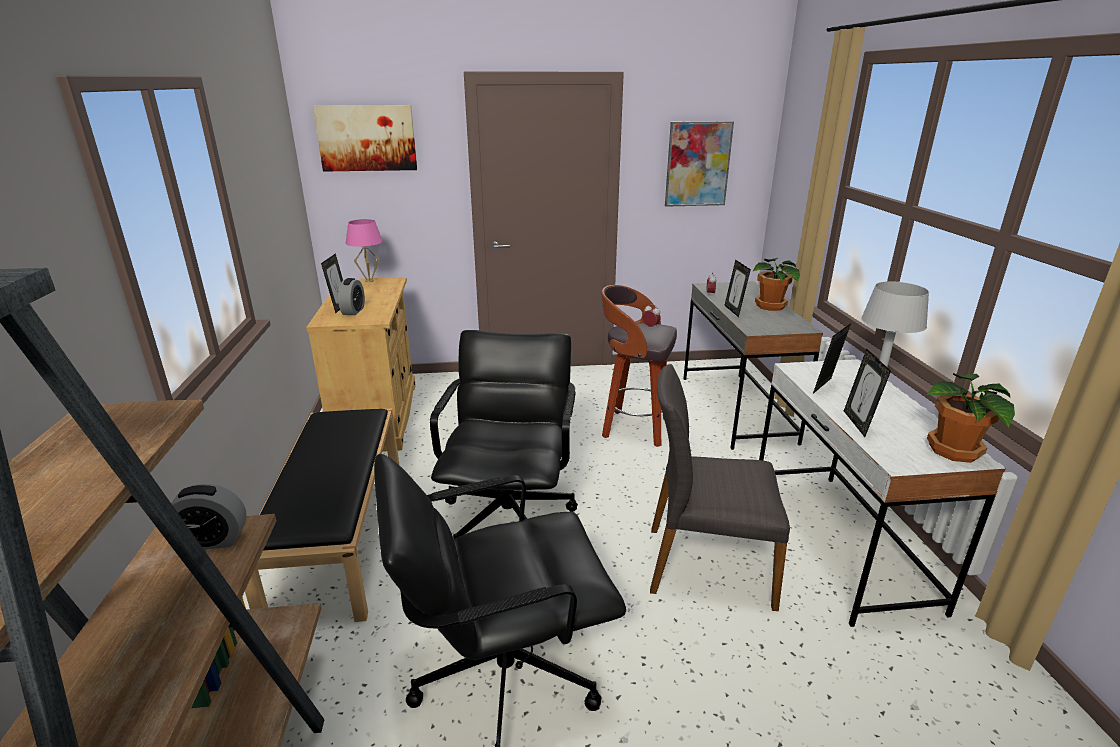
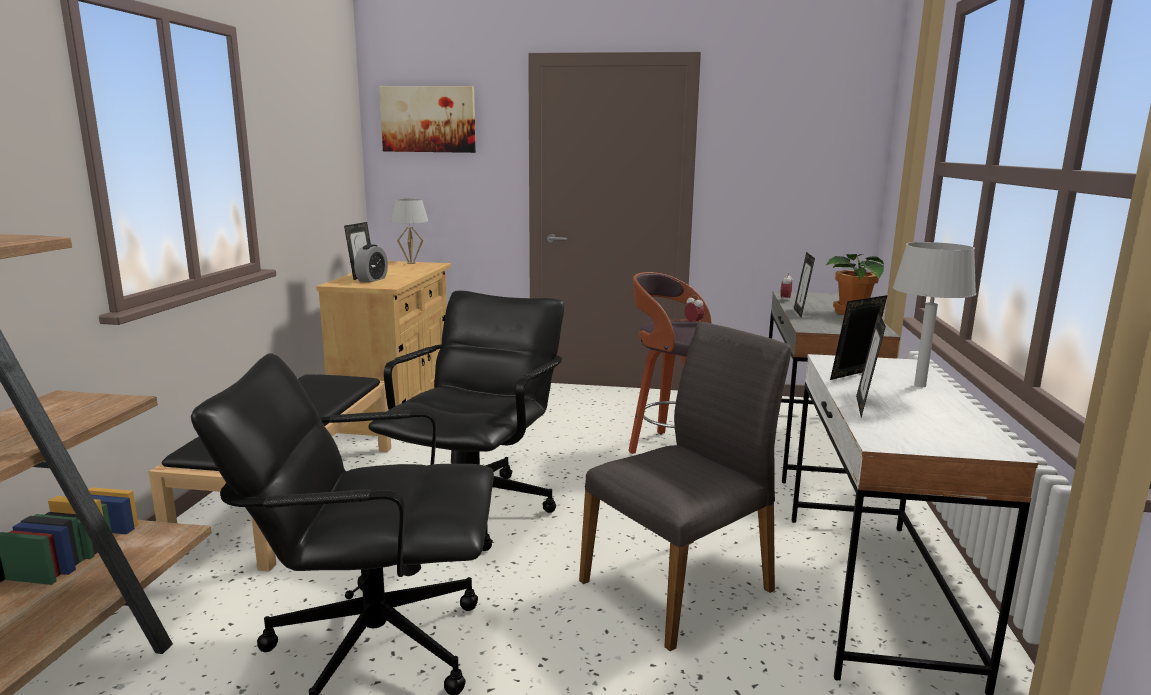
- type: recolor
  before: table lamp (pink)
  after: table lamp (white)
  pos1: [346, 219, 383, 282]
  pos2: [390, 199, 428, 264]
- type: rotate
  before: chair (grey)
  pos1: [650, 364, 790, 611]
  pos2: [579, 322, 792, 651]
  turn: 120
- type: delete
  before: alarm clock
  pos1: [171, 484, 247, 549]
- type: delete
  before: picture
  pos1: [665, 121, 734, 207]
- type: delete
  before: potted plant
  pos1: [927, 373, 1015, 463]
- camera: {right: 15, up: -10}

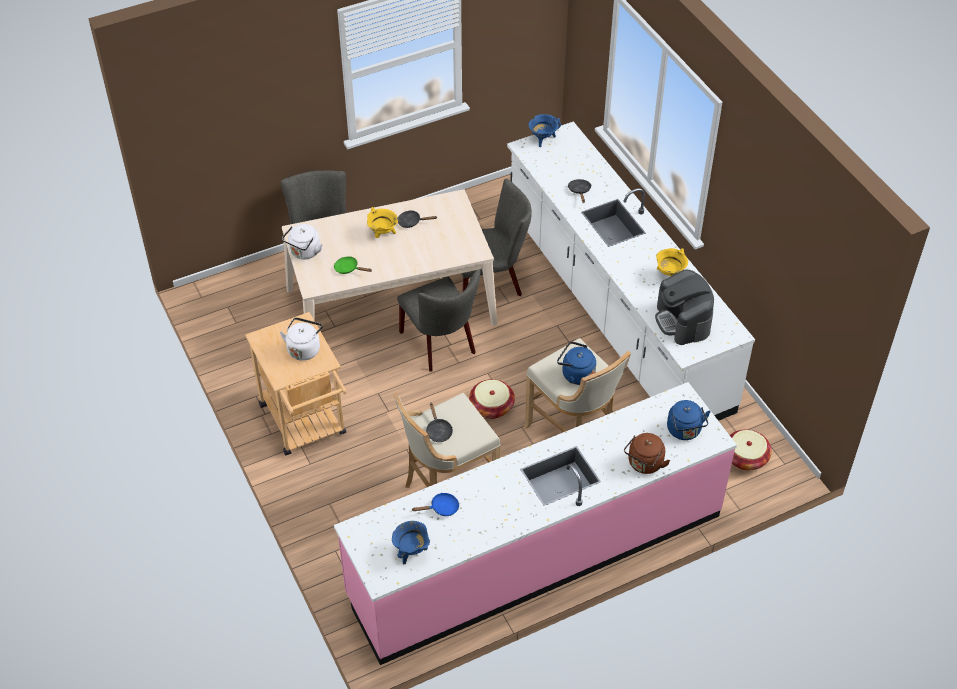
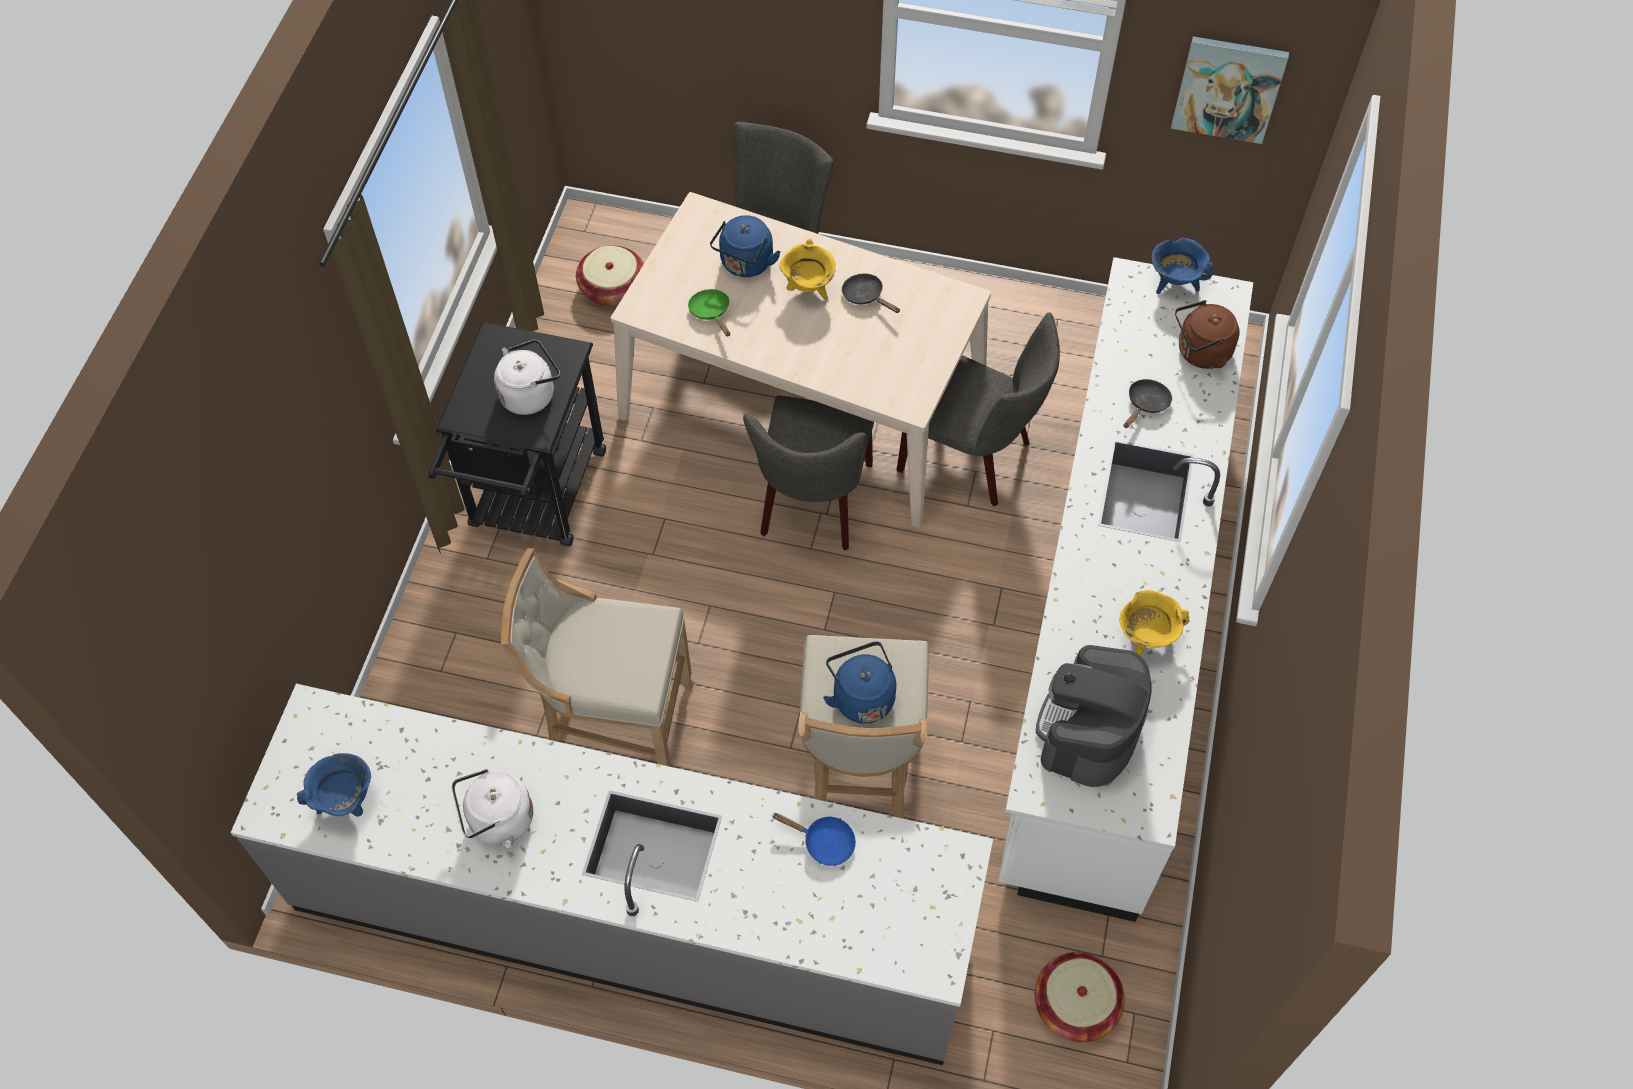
- type: recolor
  before: counter (pink)
  after: counter (grey)
  pos1: [334, 382, 737, 665]
  pos2: [231, 684, 993, 1065]
- type: recolor
  before: cart (beige)
  after: cart (black)
  pos1: [245, 312, 347, 455]
  pos2: [428, 322, 606, 547]
- type: move
  before: kettle (white)
  pos1: [282, 224, 322, 259]
  pos2: [452, 769, 533, 848]
- type: move
  before: basket
  pos1: [469, 379, 515, 419]
  pos2: [576, 245, 644, 306]
- type: move
  before: kettle (blue)
  pos1: [667, 400, 711, 440]
  pos2: [710, 215, 781, 277]
- type: move
  before: frying pan (blue)
  pos1: [411, 493, 459, 516]
  pos2: [773, 813, 856, 866]
- type: insert
  after: picture
  pos2: [1171, 36, 1289, 144]
- type: move
  before: kettle (brown)
  pos1: [624, 433, 670, 474]
  pos2: [1175, 300, 1239, 369]
- type: delete
  before: frying pan (black)
  pos1: [426, 403, 453, 442]
- camera: {right: 40, up: 10}

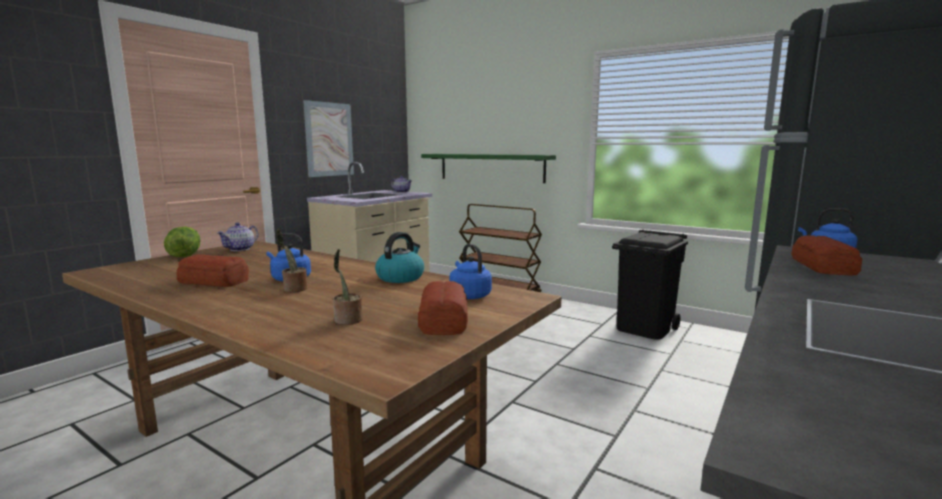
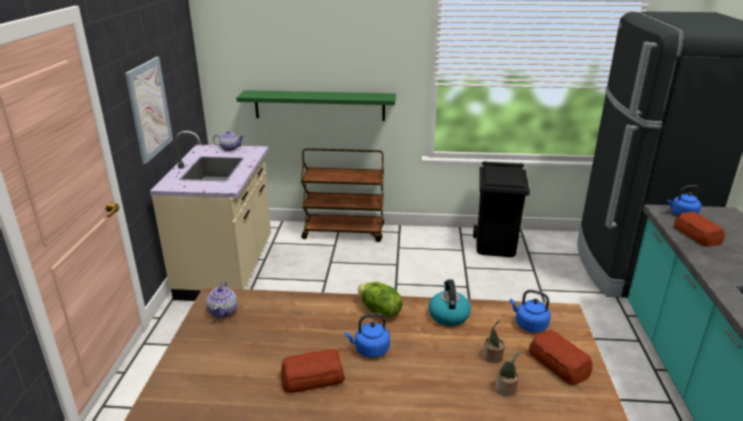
- type: move
  before: lettuce
  pos1: [164, 226, 201, 257]
  pos2: [358, 282, 403, 318]
- type: move
  before: potted plant
  pos1: [276, 229, 307, 292]
  pos2: [483, 320, 505, 363]
- camera: {right: -30, up: 15}

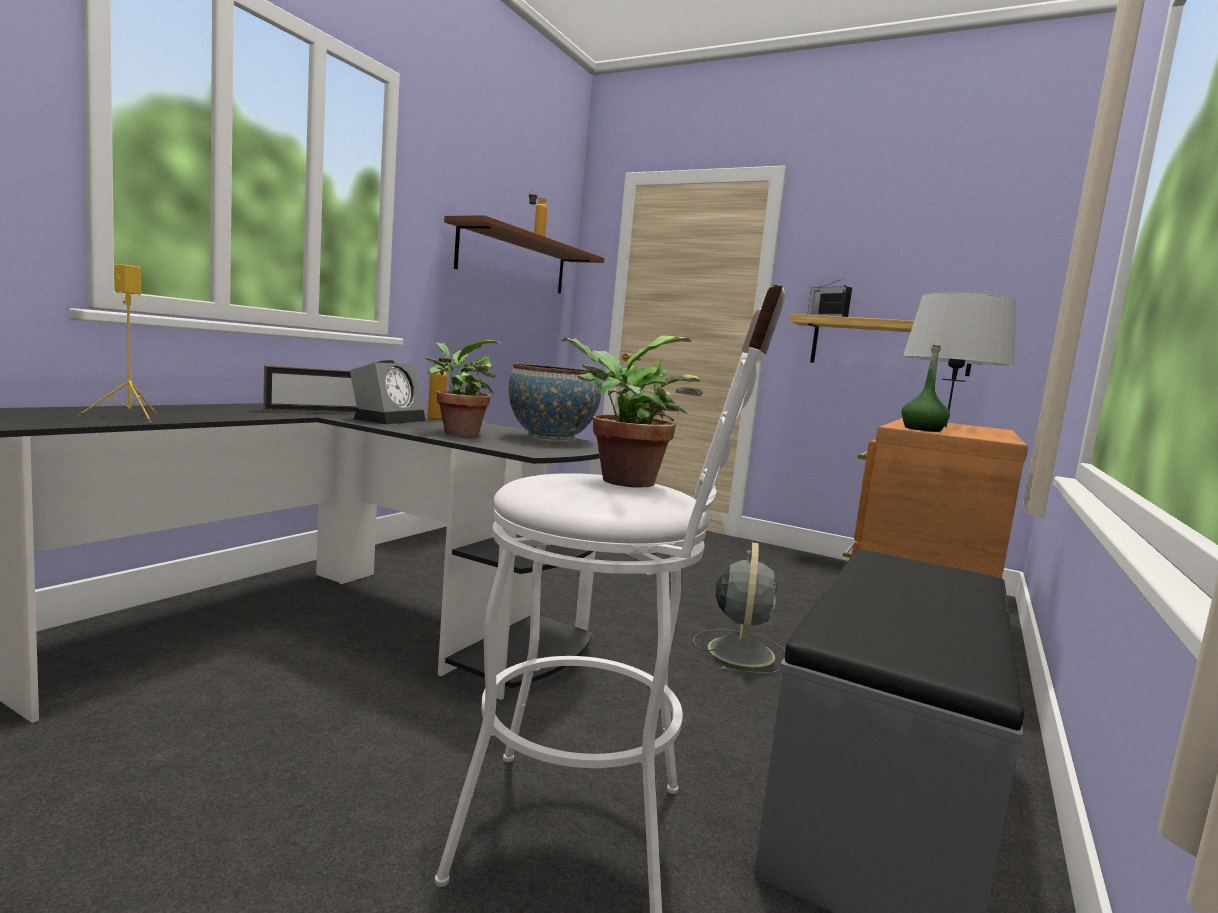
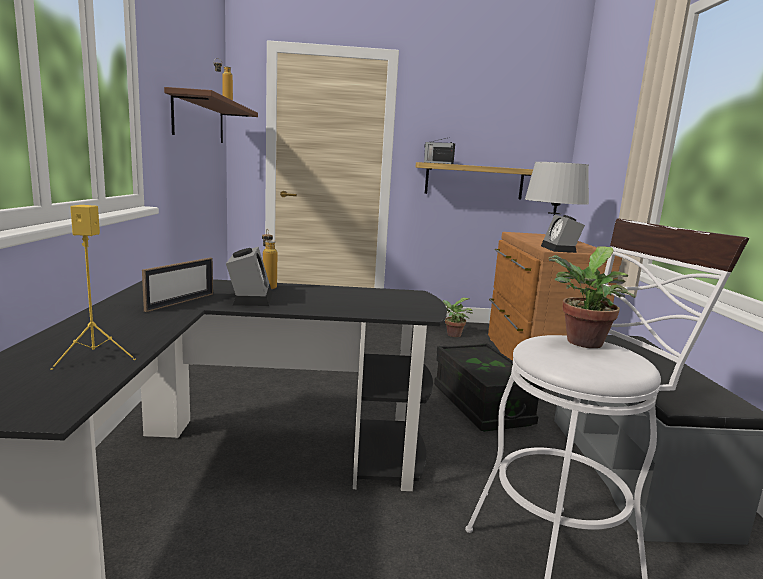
- type: replace
  before: fan (grey)
  after: storage box (black)
  pos1: [693, 542, 785, 674]
  pos2: [434, 343, 544, 432]
- type: move
  before: potted plant
  pos1: [425, 340, 501, 436]
  pos2: [442, 298, 473, 337]
- type: replace
  before: bottle (green)
  after: alarm clock
  pos1: [901, 344, 950, 432]
  pos2: [541, 215, 585, 253]
- type: delete
  before: bowl
  pos1: [509, 364, 601, 442]
- camera: {right: -30, up: 5}

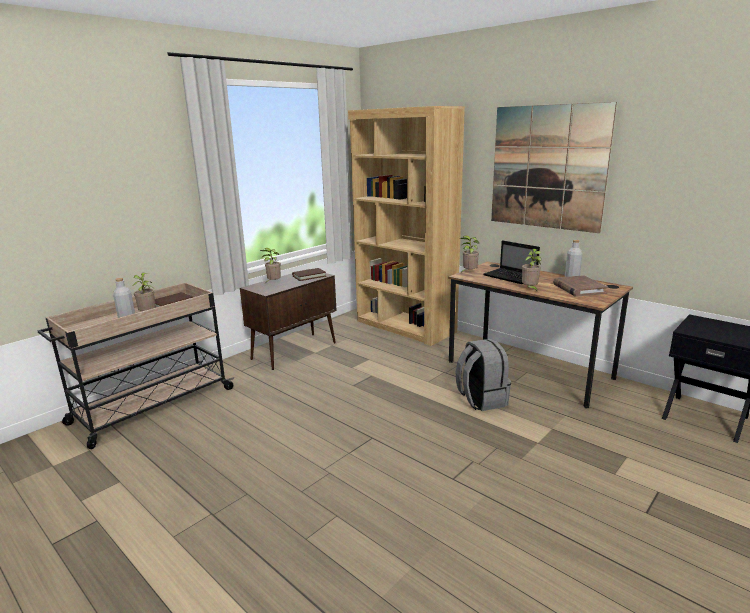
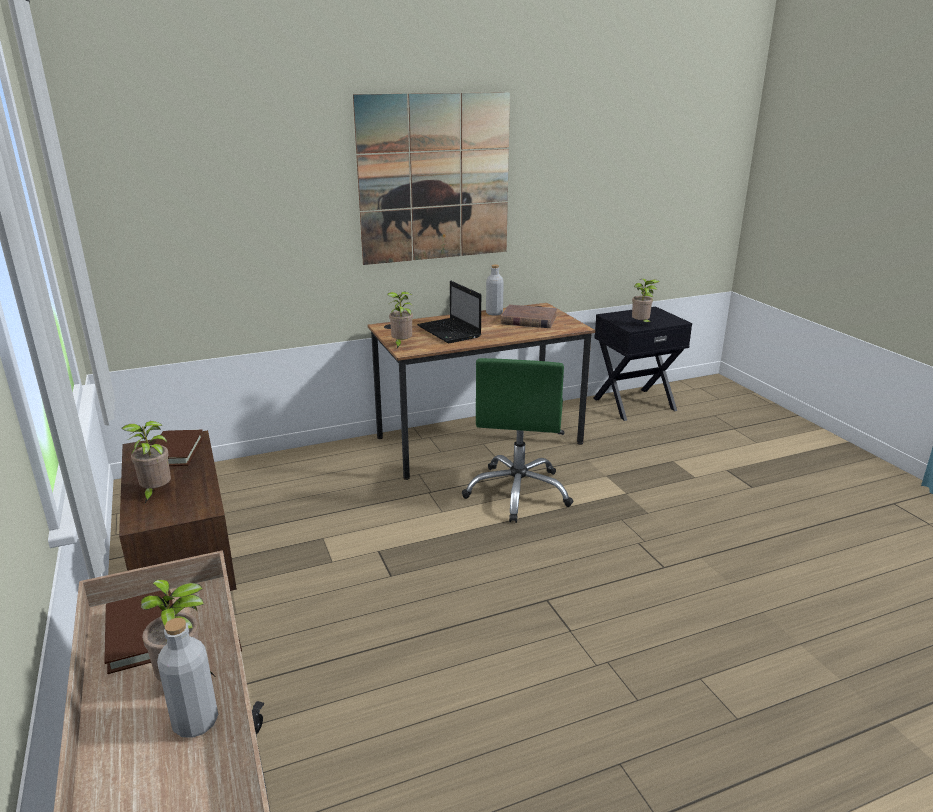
- type: rotate
  before: laptop
  pos1: [484, 240, 540, 284]
  pos2: [417, 281, 481, 343]
  turn: 75
- type: replace
  before: backpack (grey)
  after: office chair (green)
  pos1: [456, 339, 511, 411]
  pos2: [462, 358, 573, 523]
- type: move
  before: potted plant
  pos1: [522, 249, 542, 291]
  pos2: [632, 279, 660, 323]
- type: delete
  before: bookcase (brown)
  pos1: [348, 106, 465, 346]
- camera: {right: -65, up: 5}

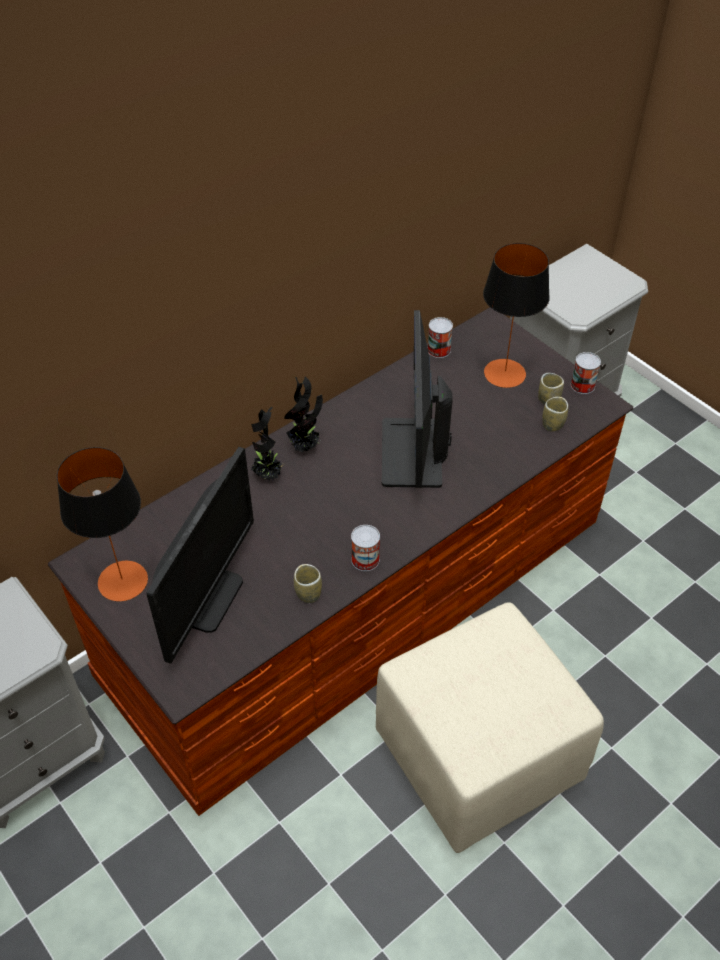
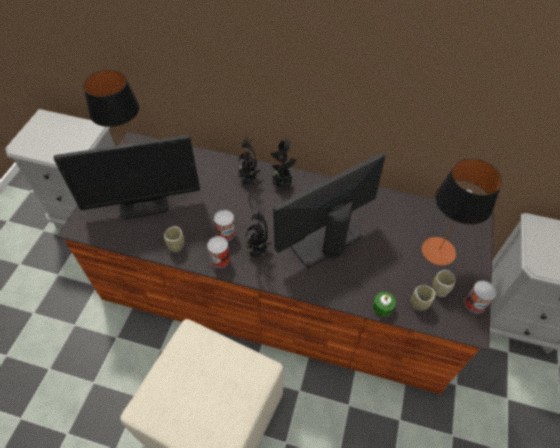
- type: move
  before: can
  pos1: [428, 317, 453, 358]
  pos2: [214, 210, 236, 241]
- type: insert
  after: potted plant
  pos2: [245, 212, 271, 258]
- type: insert
  after: candle (green)
  pos2: [373, 292, 396, 316]
- camera: {right: 55, up: 5}

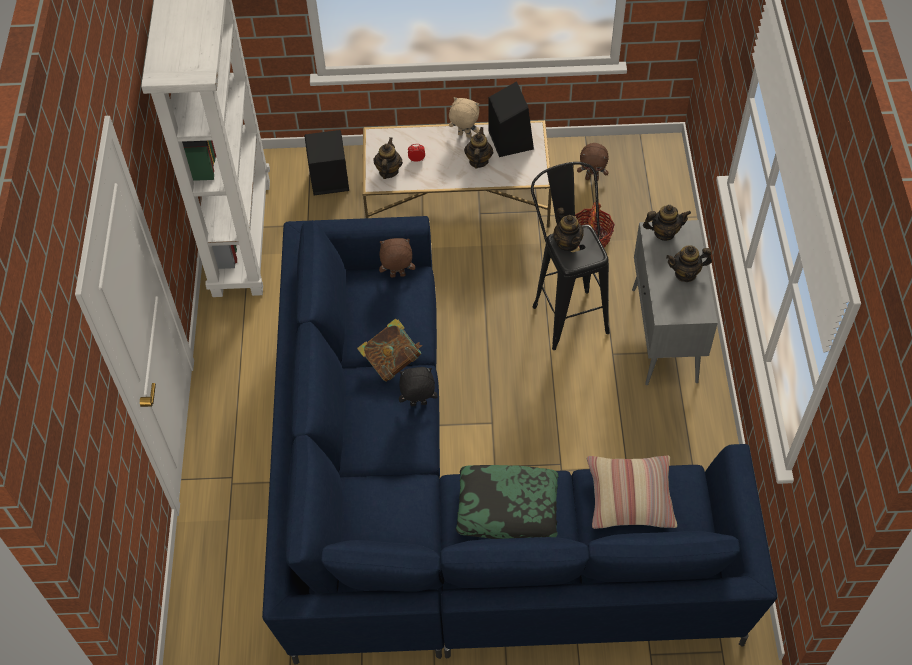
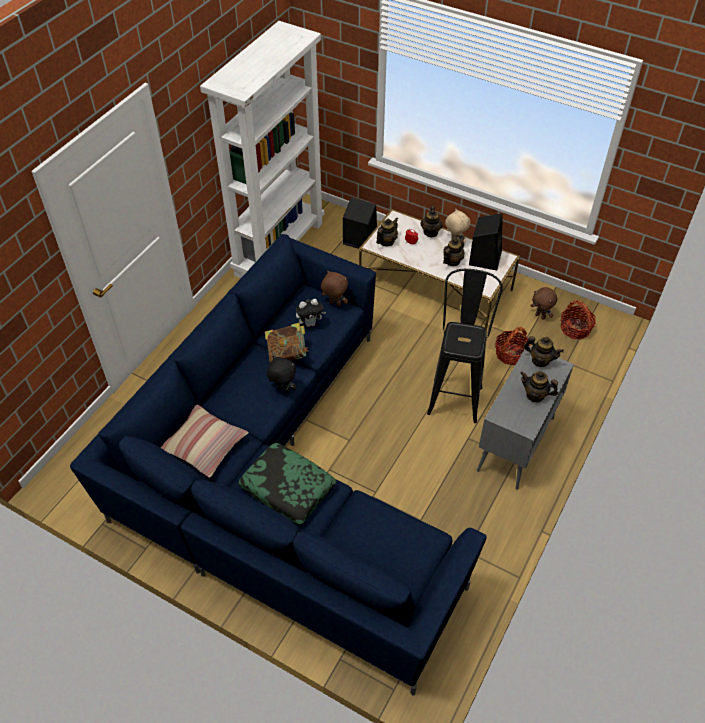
- type: move
  before: pillow
  pos1: [587, 456, 677, 529]
  pos2: [161, 405, 249, 478]
- type: insert
  after: plush toy
  pos2: [296, 299, 326, 327]
- type: move
  before: teapot
  pos1: [553, 207, 584, 251]
  pos2: [420, 206, 443, 237]
- type: insert
  after: basket
  pos2: [561, 300, 596, 339]
- camera: {right: 30, up: -5}

